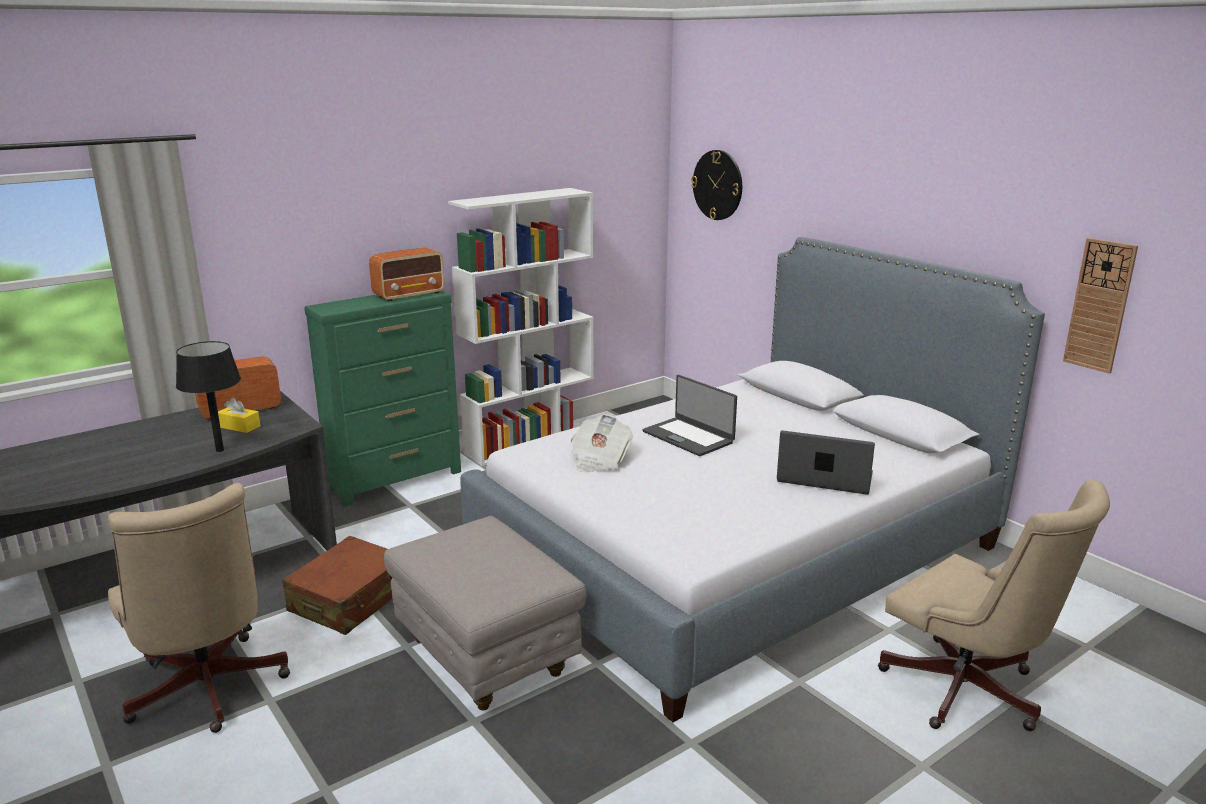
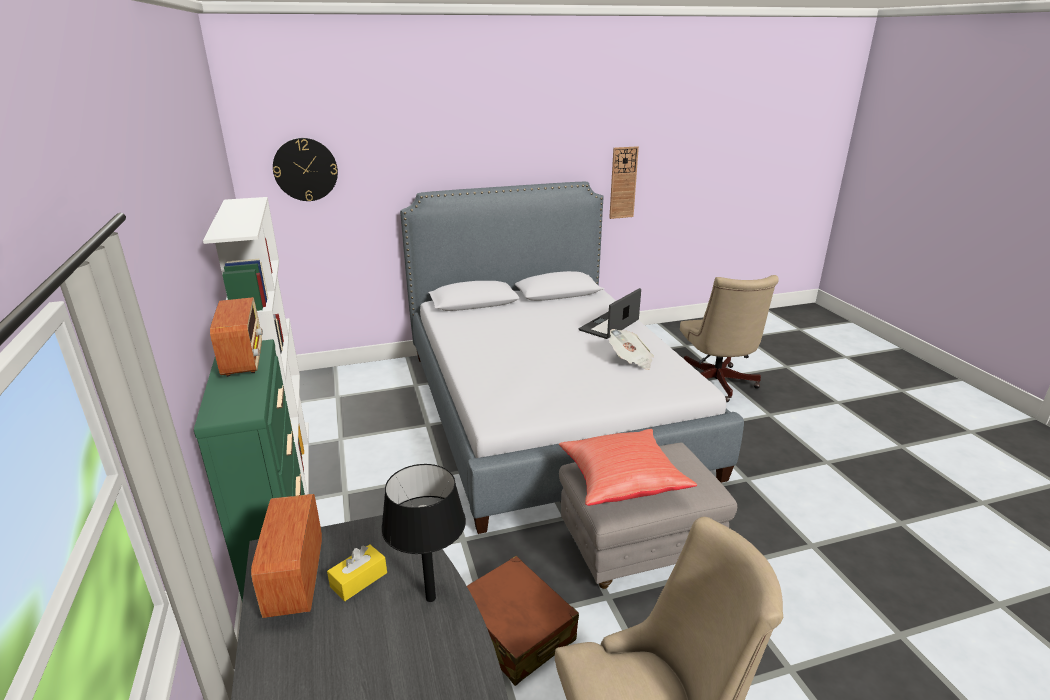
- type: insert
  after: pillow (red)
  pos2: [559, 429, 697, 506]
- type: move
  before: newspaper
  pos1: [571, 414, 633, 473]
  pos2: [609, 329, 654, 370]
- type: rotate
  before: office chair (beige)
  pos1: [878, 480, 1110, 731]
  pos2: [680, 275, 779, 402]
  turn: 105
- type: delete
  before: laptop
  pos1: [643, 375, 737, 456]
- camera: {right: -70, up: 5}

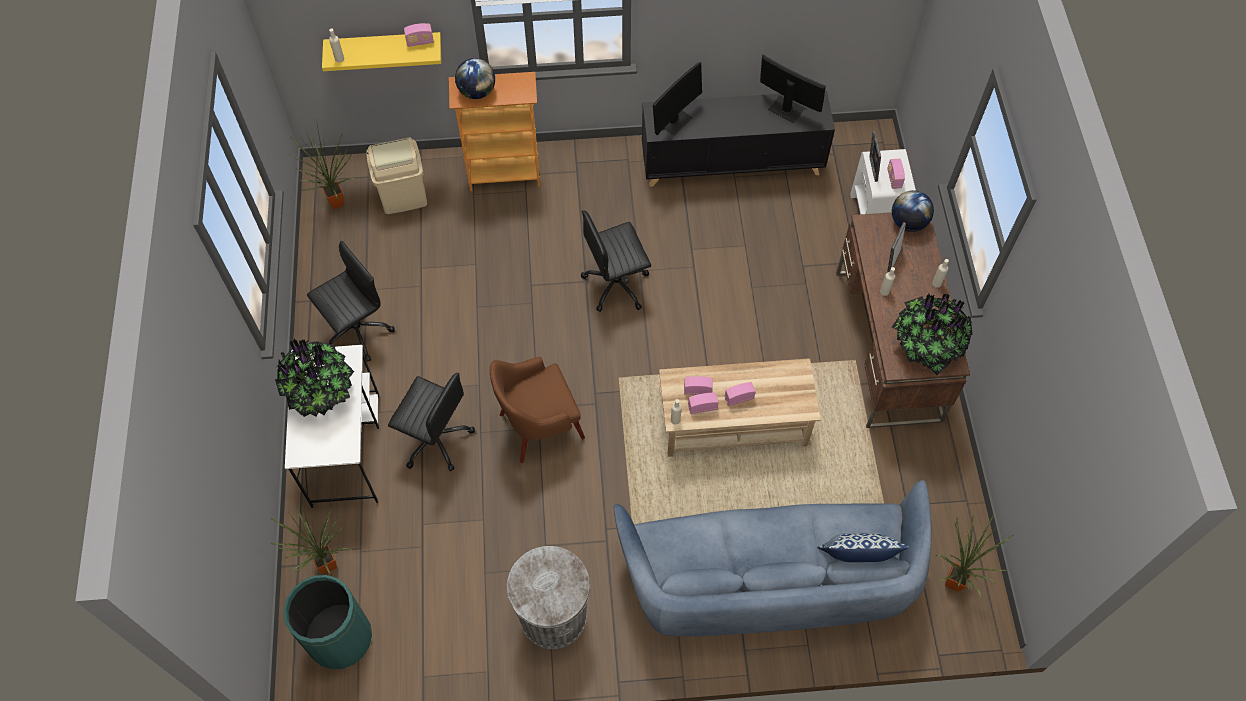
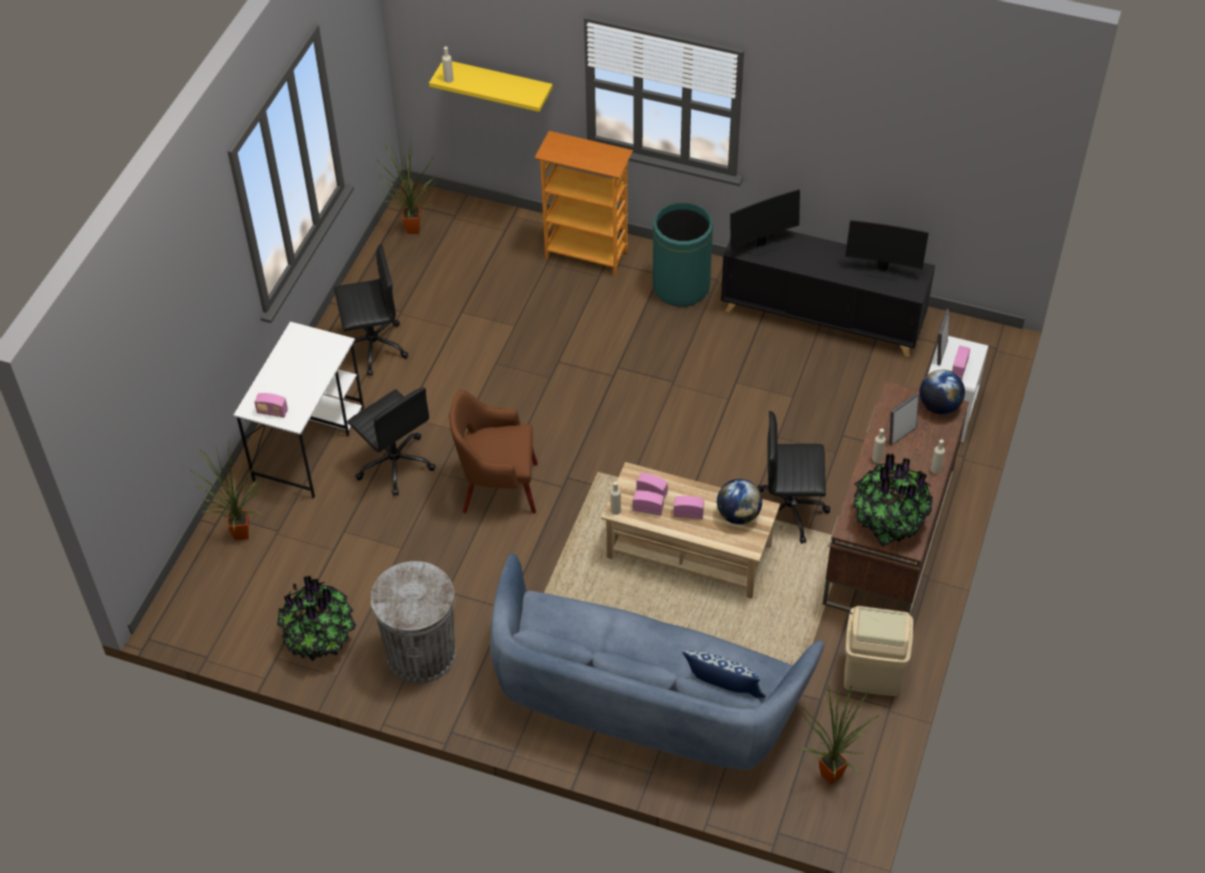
- type: move
  before: radio
  pos1: [404, 23, 434, 47]
  pos2: [254, 393, 288, 418]
- type: move
  before: potted plant
  pos1: [275, 339, 354, 417]
  pos2: [277, 575, 356, 661]
- type: move
  before: trash can (green)
  pos1: [283, 575, 372, 669]
  pos2: [652, 203, 713, 307]
- type: move
  before: globe
  pos1: [455, 58, 495, 99]
  pos2: [717, 479, 762, 524]
- type: move
  before: office chair (black)
  pos1: [581, 211, 651, 312]
  pos2: [757, 411, 830, 544]
- type: move
  before: trash can (beige)
  pos1: [366, 138, 427, 214]
  pos2: [844, 606, 913, 696]
- type: rotate
  before: monitor
  pos1: [760, 54, 826, 123]
  pos2: [845, 220, 929, 281]
  turn: 135
- camera: {right: 25, up: -10}

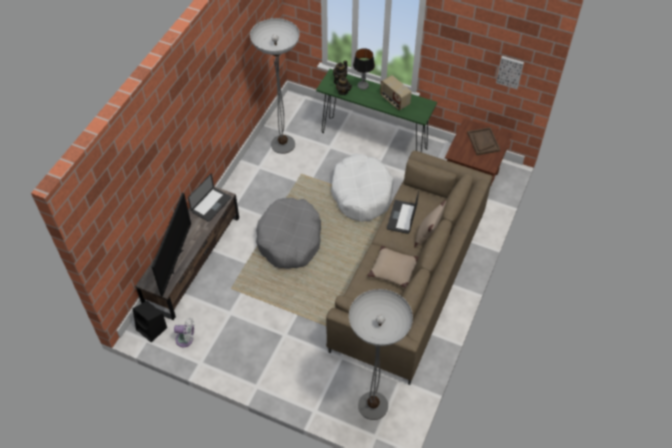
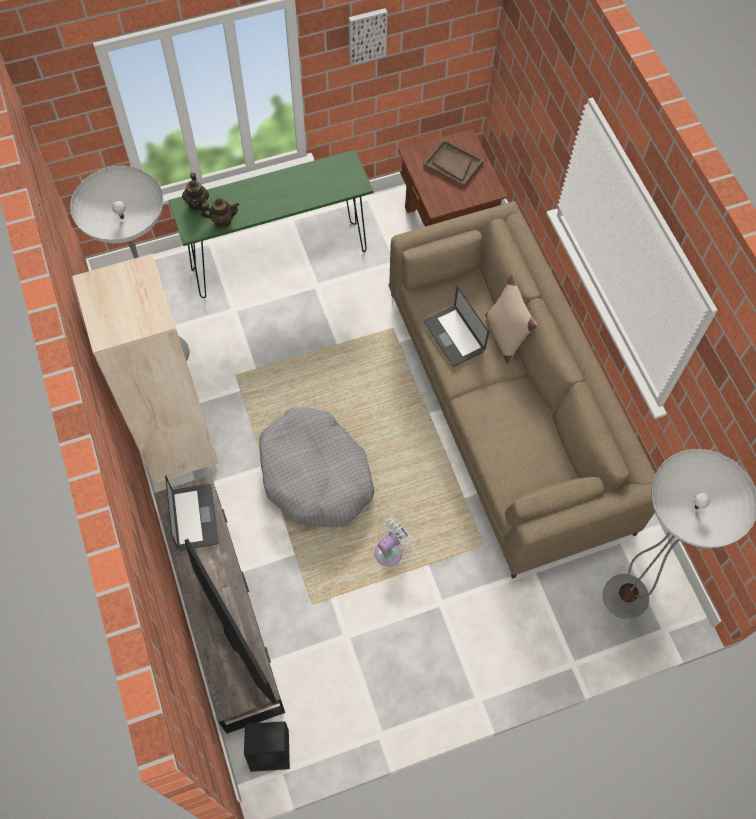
- type: insert
  after: bookcase (beige)
  pos2: [72, 254, 218, 489]
- type: move
  before: picture
  pos1: [496, 56, 524, 89]
  pos2: [349, 8, 387, 65]
- type: move
  before: fan (white)
  pos1: [174, 318, 195, 347]
  pos2: [375, 518, 413, 566]
- type: delete
  before: dog bed (white)
  pos1: [331, 154, 394, 222]
- type: delete
  before: table lamp
  pos1: [353, 48, 375, 90]
- type: delete
  before: pillow (beige)
  pos1: [367, 246, 418, 288]
- type: delete
  before: radio
  pos1: [380, 75, 412, 110]
- camera: {right: -45, up: 10}

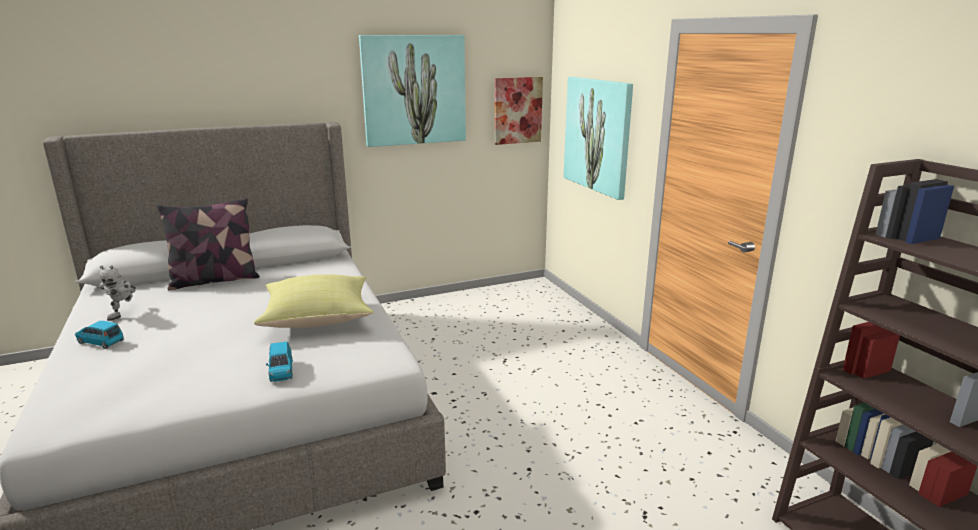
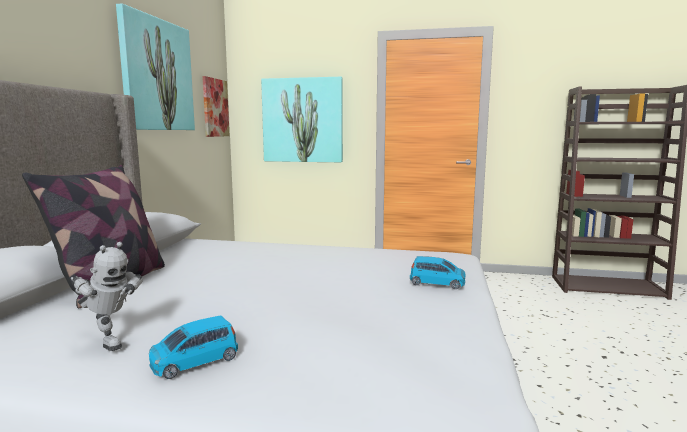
- type: delete
  before: pillow (yellow)
  pos1: [254, 274, 374, 328]
- camera: {right: -55, up: -10}

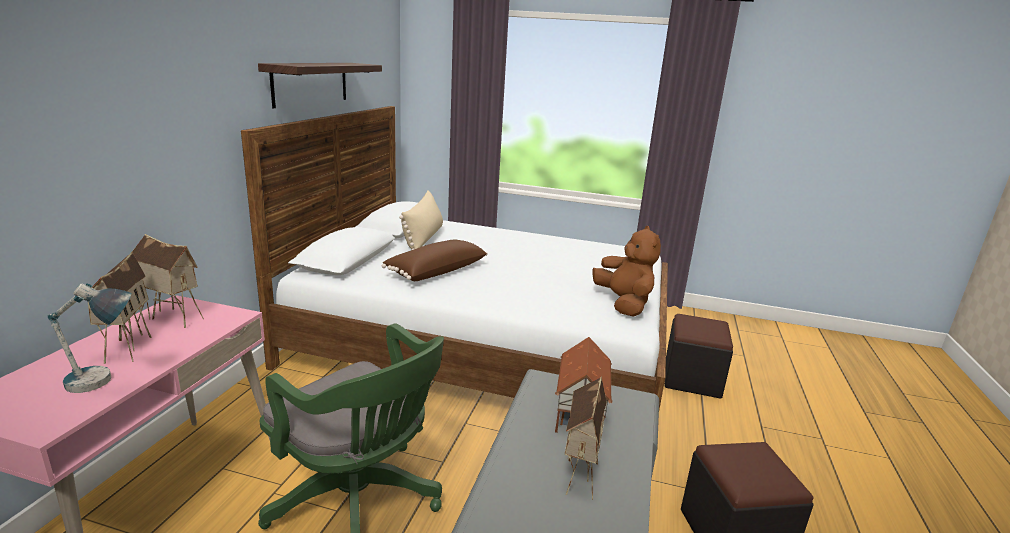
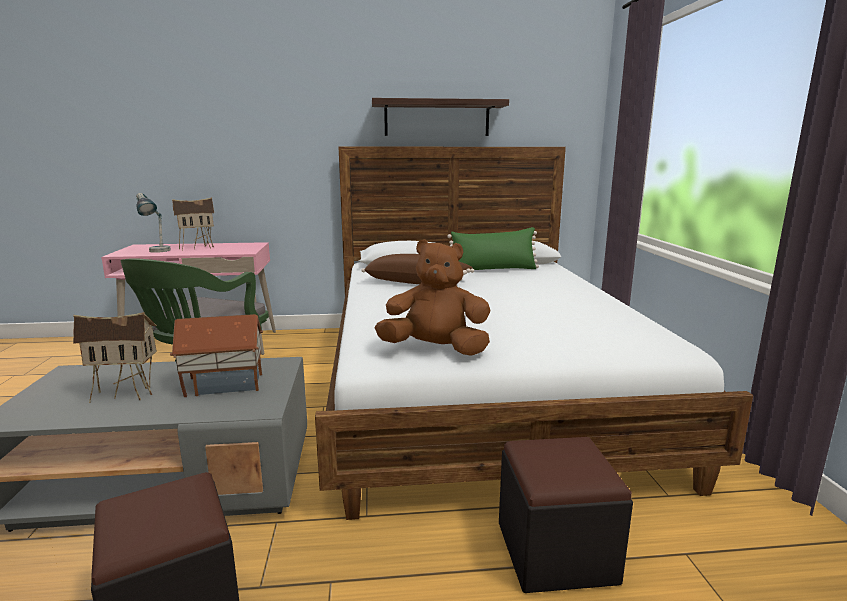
- type: rotate
  before: plush toy (brown)
  pos1: [592, 226, 661, 317]
  pos2: [375, 240, 490, 356]
  turn: -135
- type: recolor
  before: pillow (beige)
  after: pillow (green)
  pos1: [399, 190, 443, 250]
  pos2: [447, 227, 539, 270]
- type: delete
  before: toy house
  pos1: [133, 234, 204, 328]
- camera: {right: 70, up: -5}

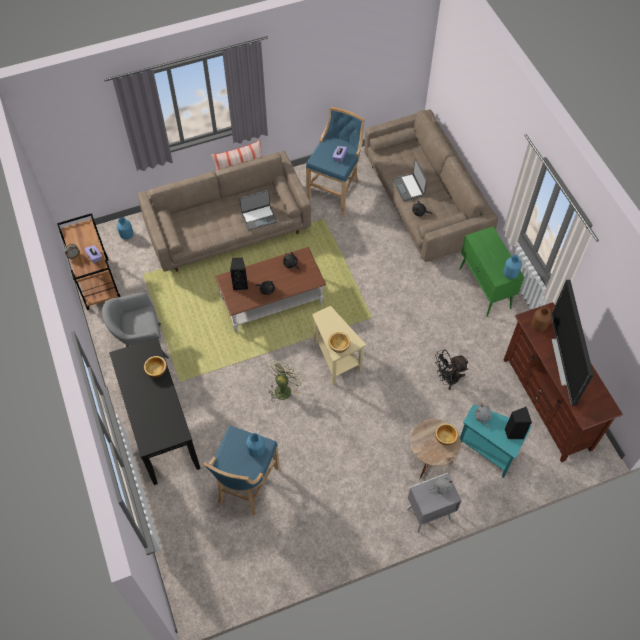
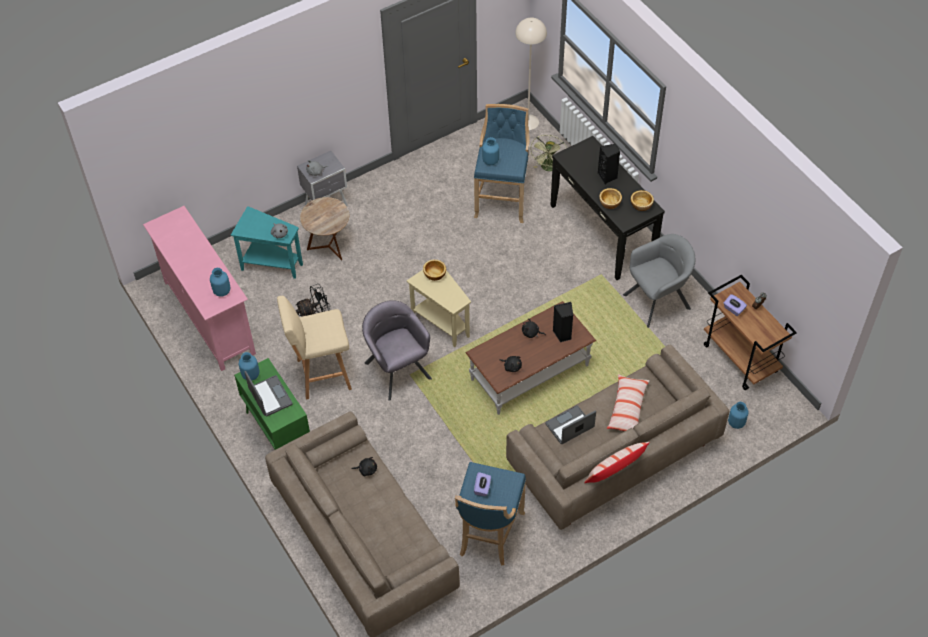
- type: recolor
  before: tv stand (brown)
  after: tv stand (pink)
  pos1: [504, 302, 623, 462]
  pos2: [143, 206, 256, 371]
- type: recolor
  before: vase (brown)
  after: vase (blue)
  pos1: [531, 306, 552, 332]
  pos2: [210, 268, 231, 297]
- type: move
  before: laptop
  pos1: [393, 159, 427, 201]
  pos2: [245, 371, 293, 417]
- type: insert
  after: stool (beige)
  pos2: [277, 296, 352, 400]
- type: insert
  after: armchair (grey)
  pos2: [362, 300, 432, 401]
- type: insert
  after: floor lamp (beige)
  pos2: [515, 18, 547, 130]
- type: move
  before: fan (green)
  pos1: [267, 360, 304, 402]
  pos2: [530, 135, 567, 171]
- type: move
  before: speaker (black)
  pos1: [504, 406, 532, 439]
  pos2: [598, 144, 620, 185]
- type: insert
  after: pillow
  pos2: [607, 374, 650, 431]
- type: move
  before: bowl
  pos1: [435, 423, 458, 445]
  pos2: [631, 190, 654, 211]
- type: delete
  before: television
  pos1: [551, 280, 593, 406]
- camera: {right: 170, up: -5}

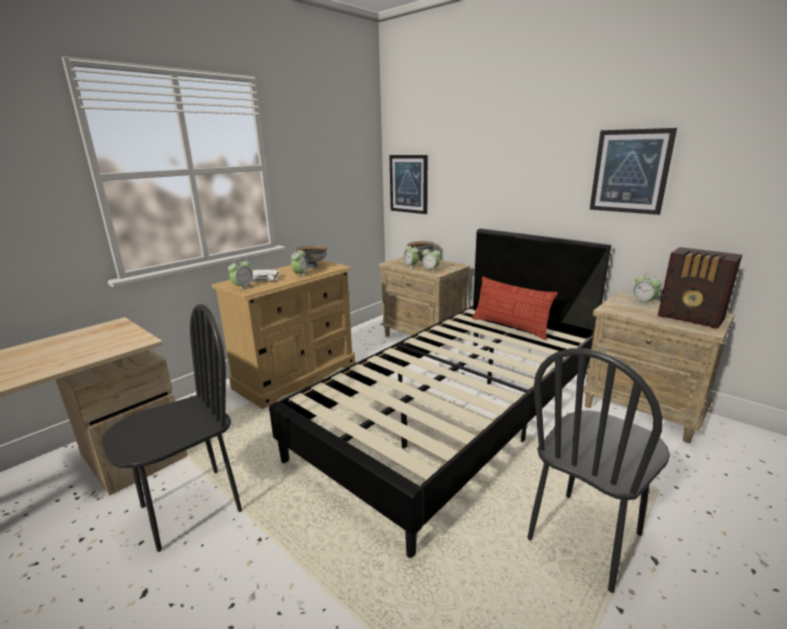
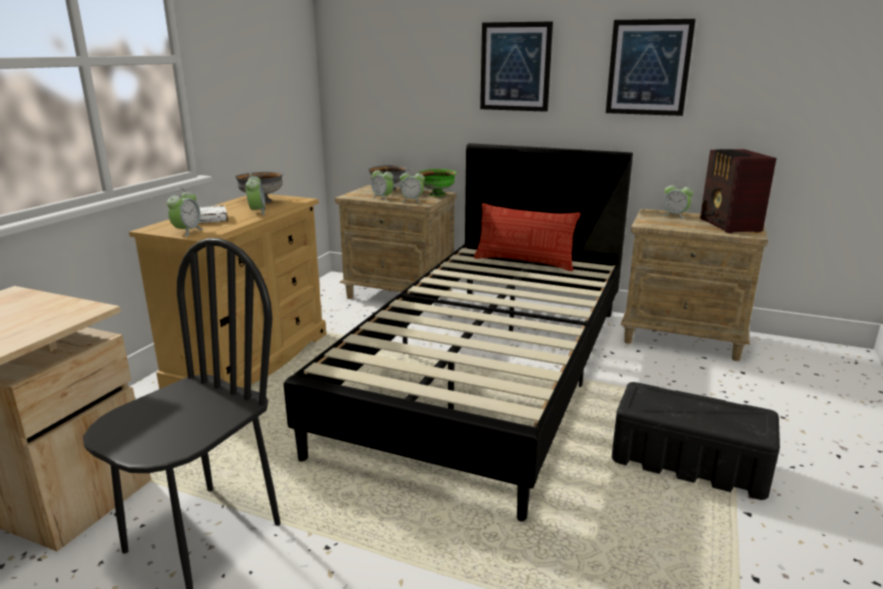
- type: insert
  after: bowl (green)
  pos2: [418, 169, 456, 196]
- type: move
  before: picture
  pos1: [389, 155, 428, 214]
  pos2: [480, 22, 553, 112]
- type: replace
  before: chair (black)
  after: storage box (black)
  pos1: [527, 348, 670, 593]
  pos2: [612, 382, 780, 500]
- type: rotate
  before: radio
  pos1: [658, 247, 742, 329]
  pos2: [700, 149, 777, 233]
  turn: 60
- camera: {right: -20, up: 0}

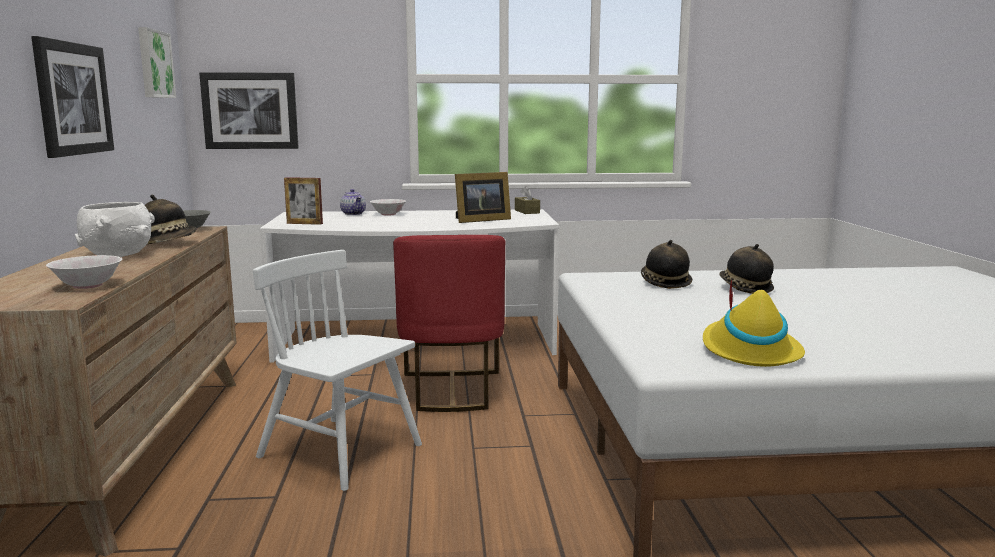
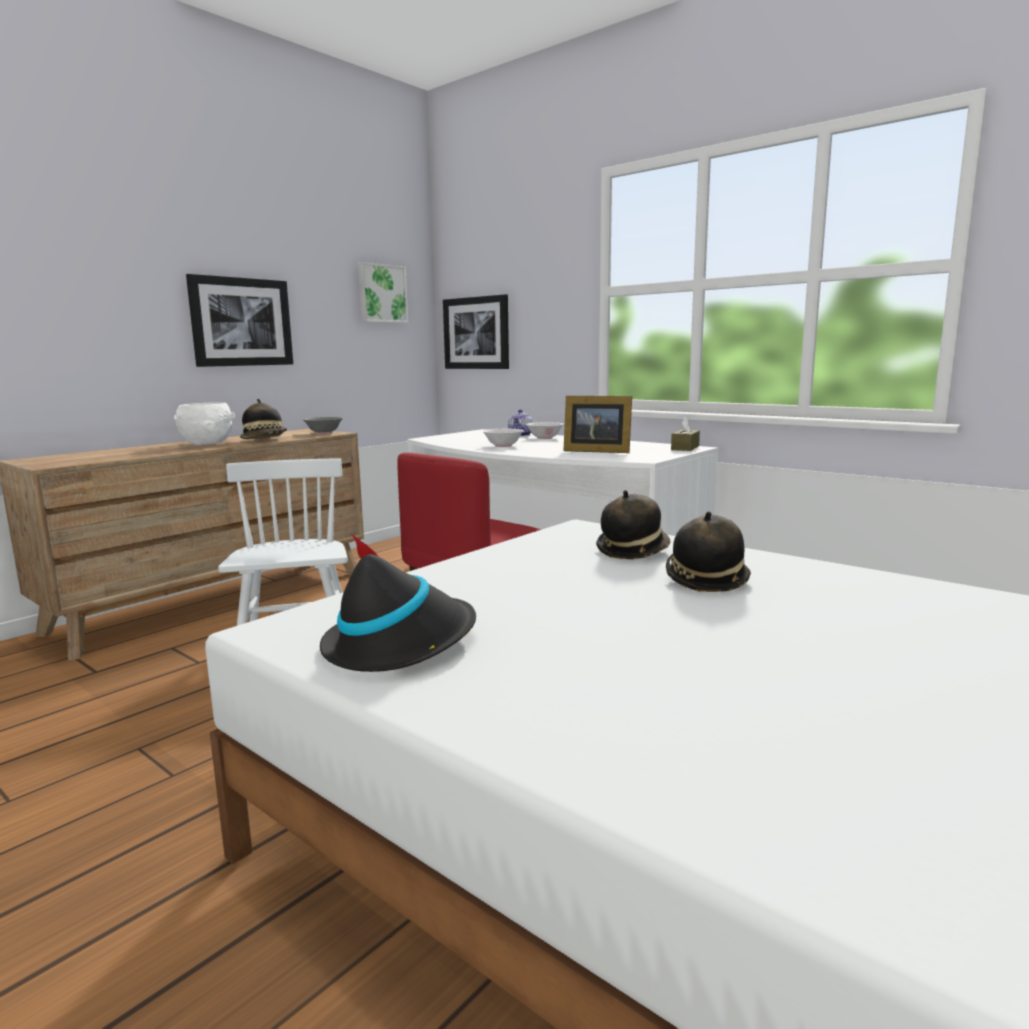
- type: recolor
  before: hat (yellow)
  after: hat (black)
  pos1: [703, 280, 805, 367]
  pos2: [320, 533, 476, 672]
- type: move
  before: bowl (white)
  pos1: [46, 255, 122, 289]
  pos2: [483, 429, 524, 447]
- type: delete
  before: picture frame
  pos1: [284, 177, 323, 225]
- camera: {right: 45, up: 0}

